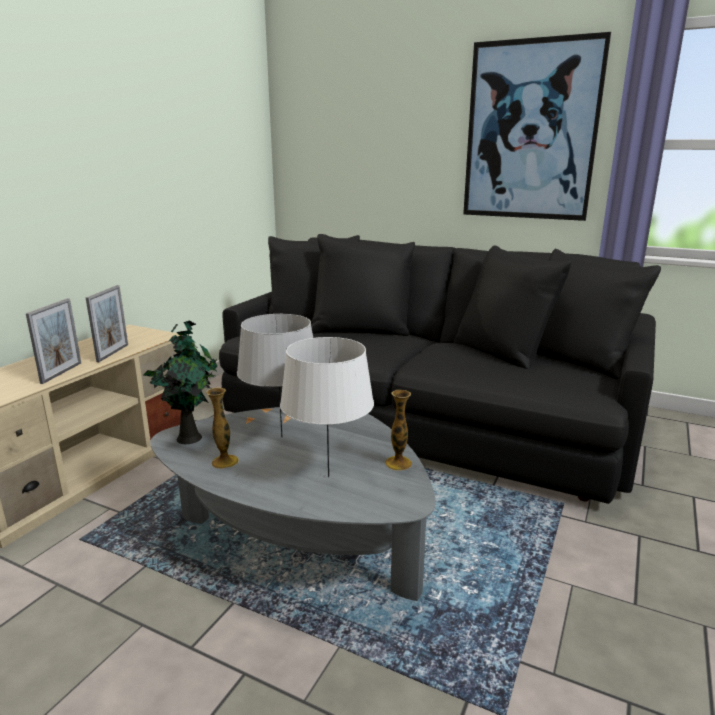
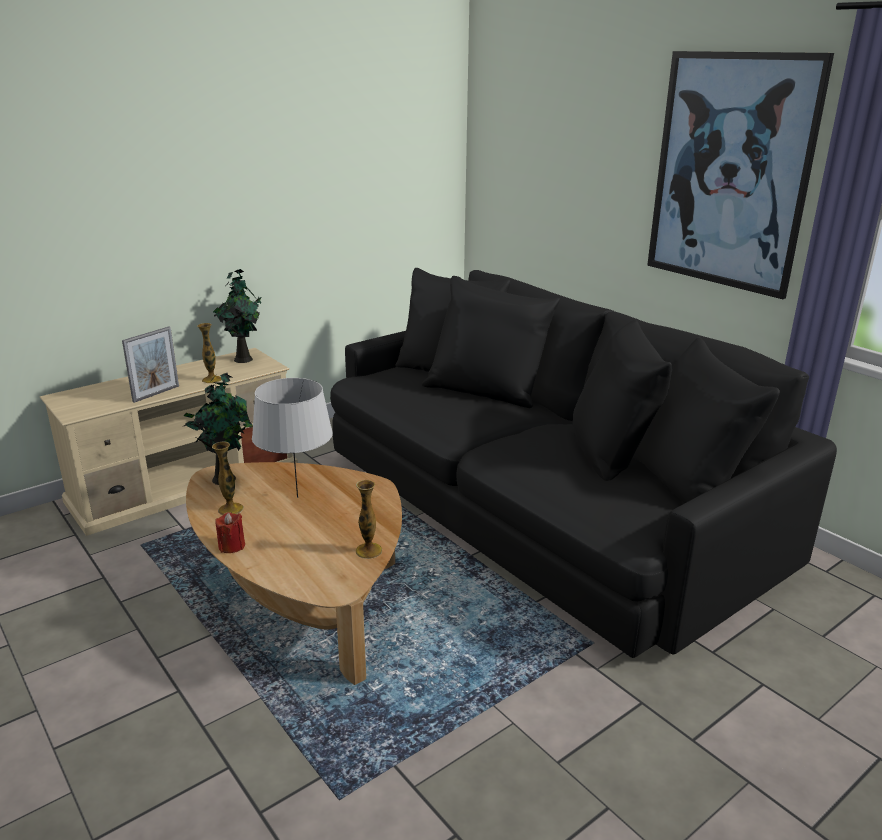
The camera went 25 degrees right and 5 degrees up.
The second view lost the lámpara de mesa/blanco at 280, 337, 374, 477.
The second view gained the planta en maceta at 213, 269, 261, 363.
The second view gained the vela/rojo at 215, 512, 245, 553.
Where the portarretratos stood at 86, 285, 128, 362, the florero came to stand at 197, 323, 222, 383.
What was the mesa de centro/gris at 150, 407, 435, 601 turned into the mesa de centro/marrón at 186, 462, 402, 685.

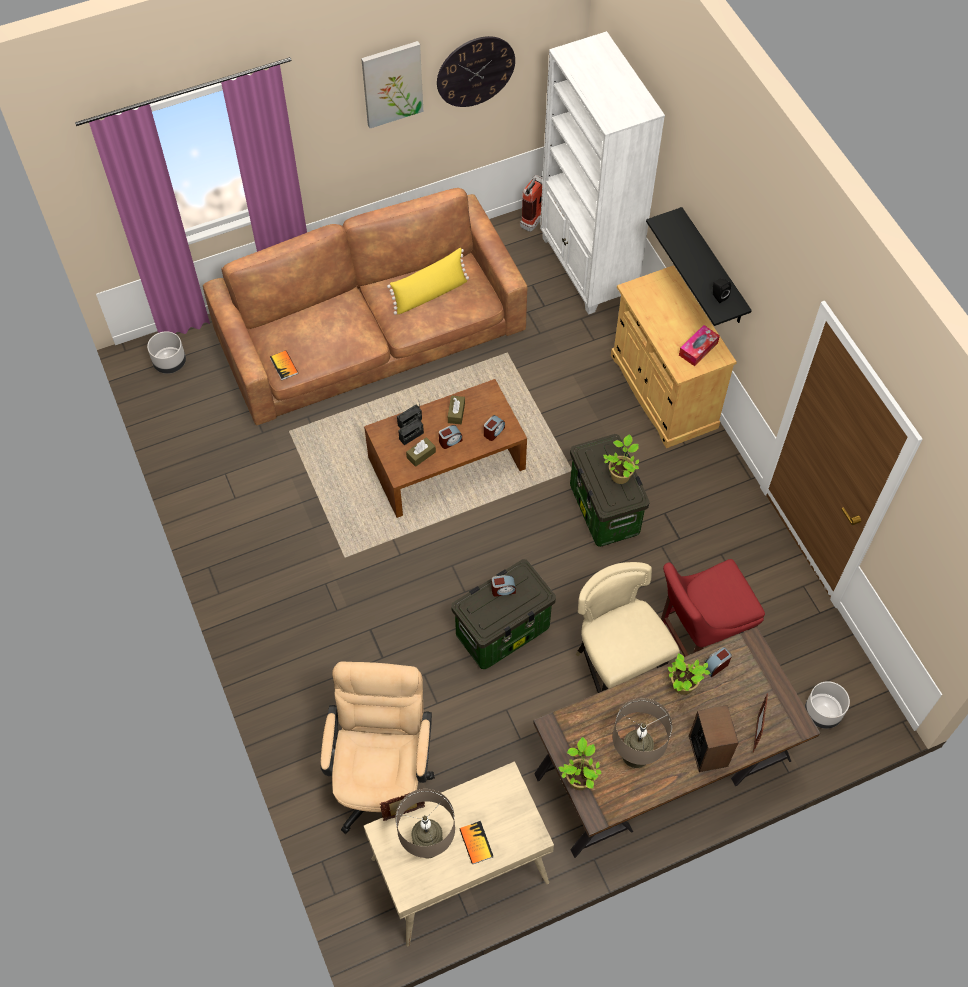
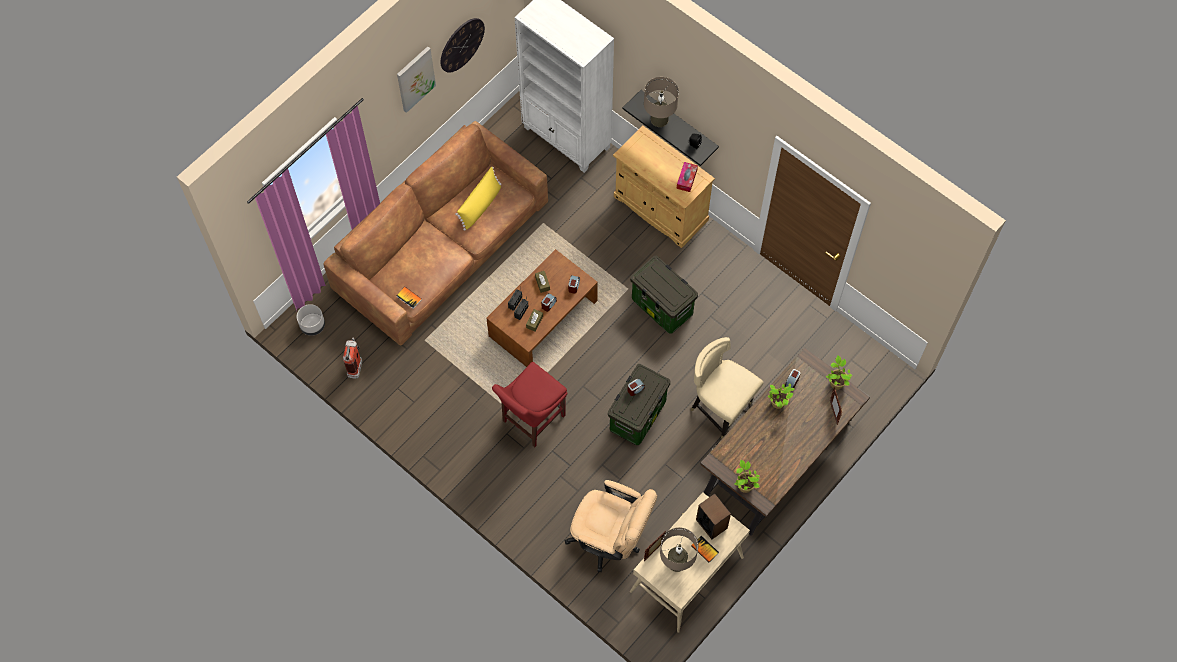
The camera went 25 degrees left and 5 degrees up.
The second view lost the maceta/gris at 805, 681, 850, 729.
The extintor ended up elsewhere, having gone from 520, 175, 543, 232 to 343, 337, 362, 379.
The planta en maceta ended up elsewhere, having gone from 603, 434, 639, 484 to 826, 356, 852, 390.
The lámpara de mesa/beis ended up elsewhere, having gone from 613, 698, 672, 768 to 644, 77, 679, 127.
The silla/rojo ended up elsewhere, having gone from 661, 559, 765, 657 to 492, 362, 567, 448.
The altavoz ended up elsewhere, having gone from 689, 705, 739, 772 to 696, 494, 731, 539.
The silla de oficina/beis at 321, 662, 435, 835 ended up facing another way, 135 degrees clockwise from before.

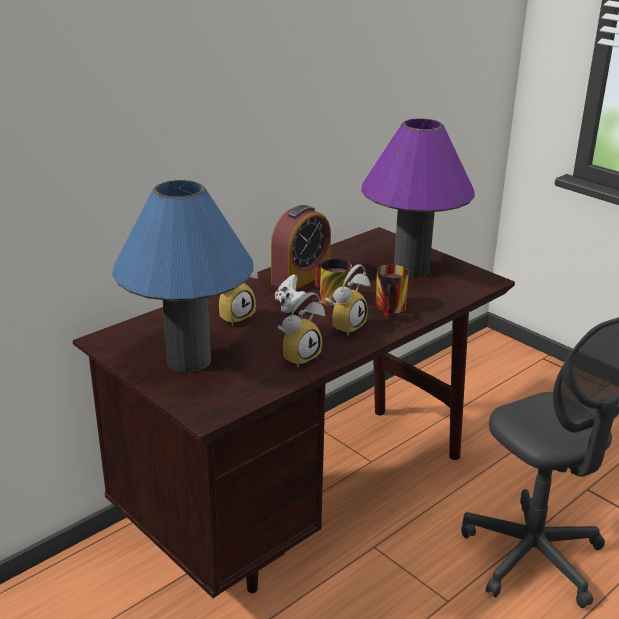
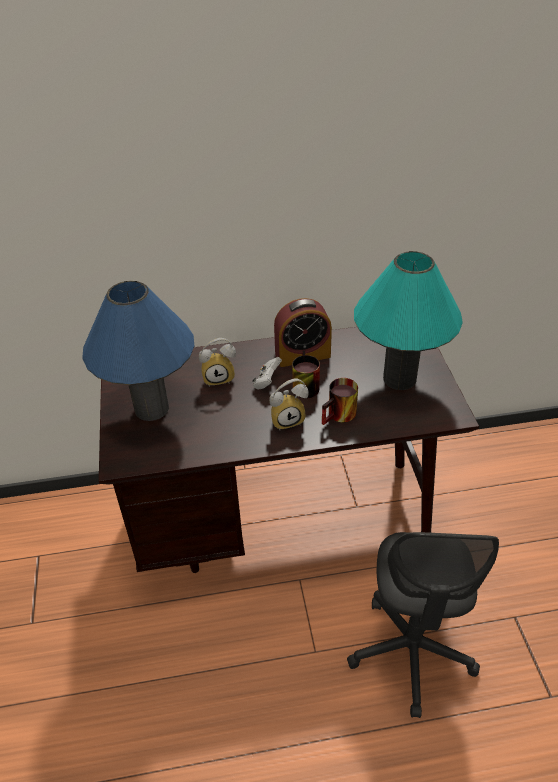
The camera went 35 degrees right and 15 degrees up.
The second view lost the despertador at 278, 292, 325, 368.
What was the lámpara de mesa/morado at 361, 118, 475, 278 turned into the lámpara de mesa/turquesa at 354, 251, 463, 390.

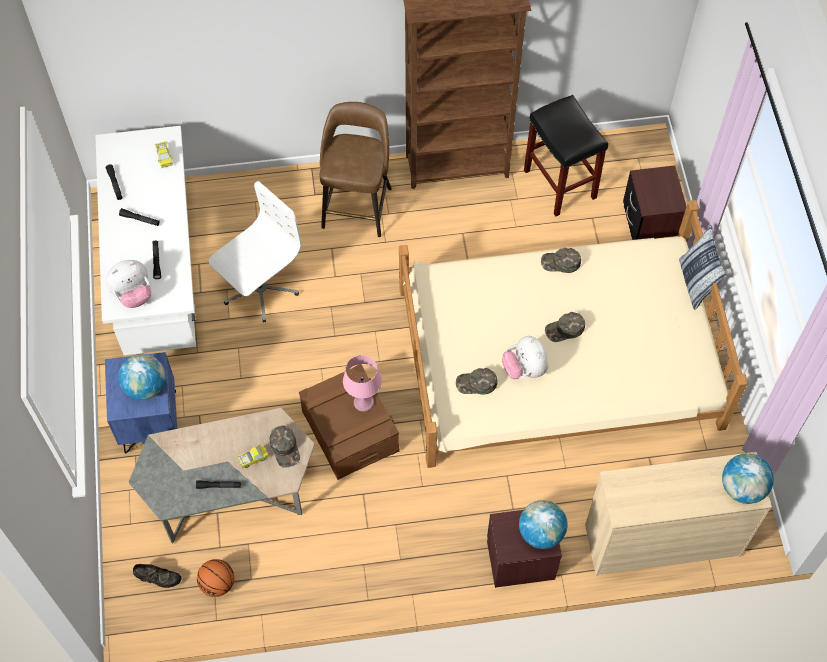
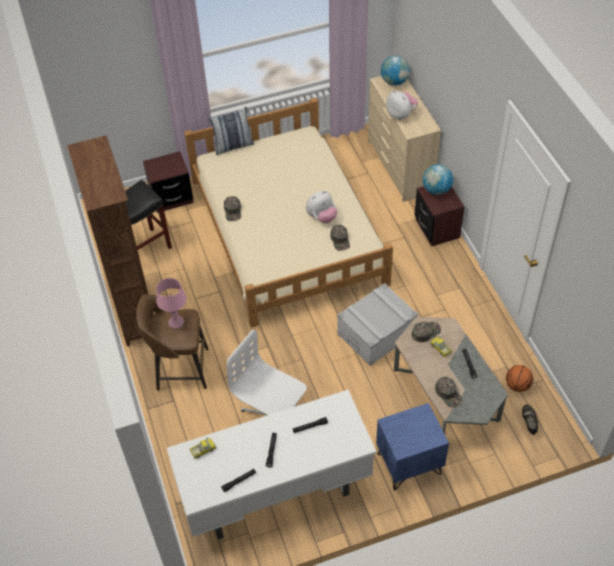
The camera went 100 degrees left and 10 degrees down.
The second view lost the globo terráqueo at 118, 354, 166, 400.
The peluche ended up elsewhere, having gone from 105, 260, 151, 308 to 386, 90, 418, 120.
The lámpara de mesa/rosa ended up elsewhere, having gone from 343, 355, 382, 412 to 156, 278, 186, 329.
The gorra/verde ended up elsewhere, having gone from 545, 312, 585, 342 to 435, 377, 463, 407.
What was the caja de almacenaje/marrón at 299, 364, 400, 480 turned into the caja de almacenaje/gris at 337, 283, 418, 366.

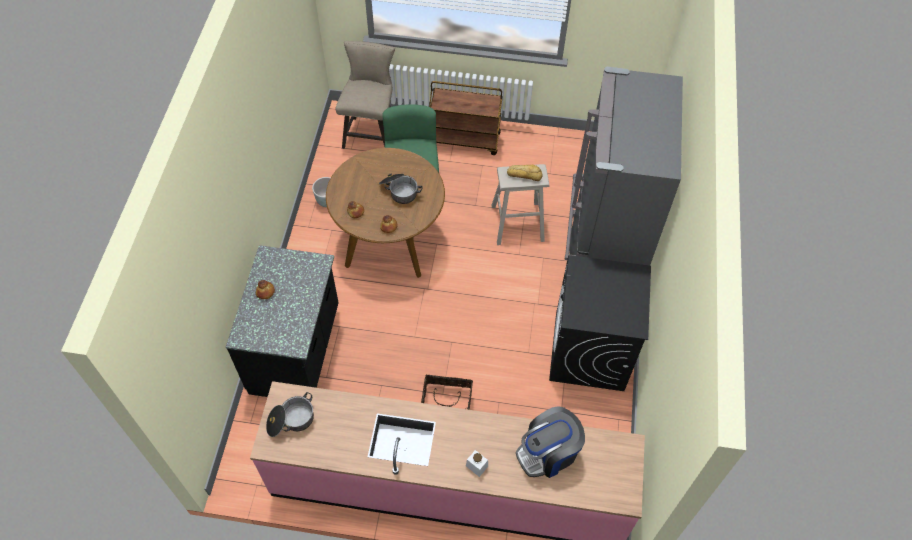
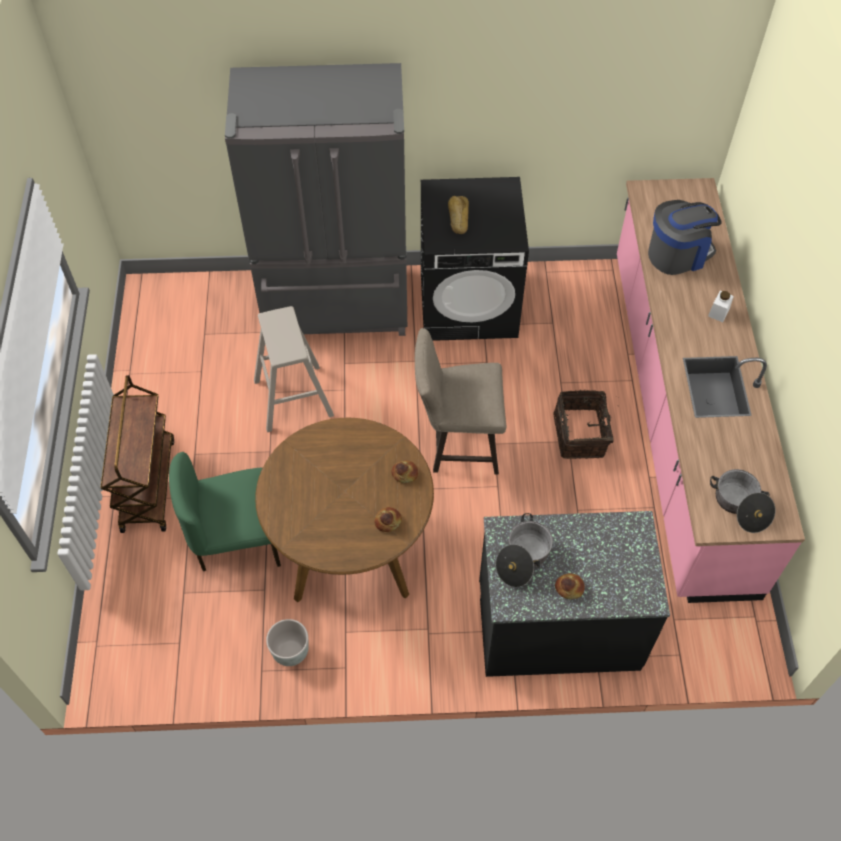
The camera went 100 degrees left and 0 degrees up.
The taburete/beis ended up elsewhere, having gone from 336, 41, 395, 149 to 415, 328, 506, 475.
The olla ended up elsewhere, having gone from 379, 174, 423, 204 to 496, 513, 553, 587.
The pan ended up elsewhere, having gone from 507, 165, 543, 181 to 448, 196, 469, 234.
The cafetera at 516, 406, 585, 478 ended up facing another way, 75 degrees counterclockwise from before.

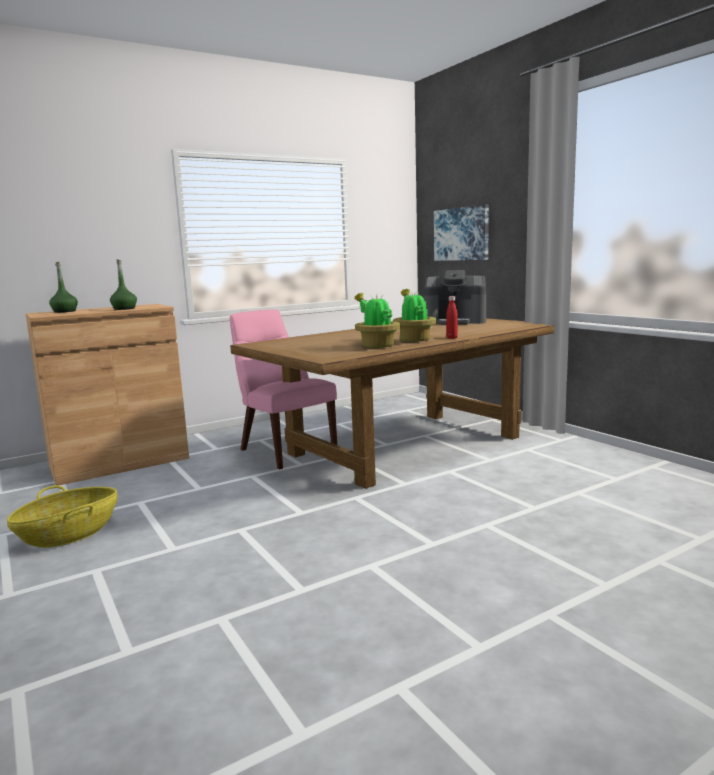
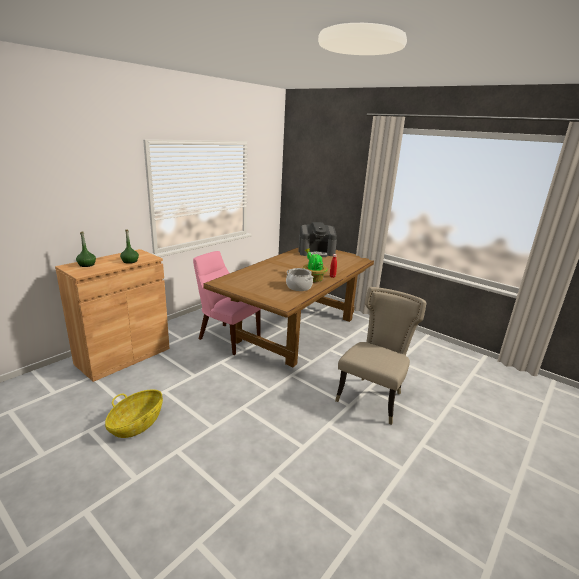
The camera went 20 degrees left and 10 degrees up.
The second view lost the cuadro at 434, 205, 489, 261.
The second view gained the silla/beis at 335, 287, 426, 425.
Where the planta en maceta stood at 354, 292, 401, 348, the olla came to stand at 286, 268, 314, 291.

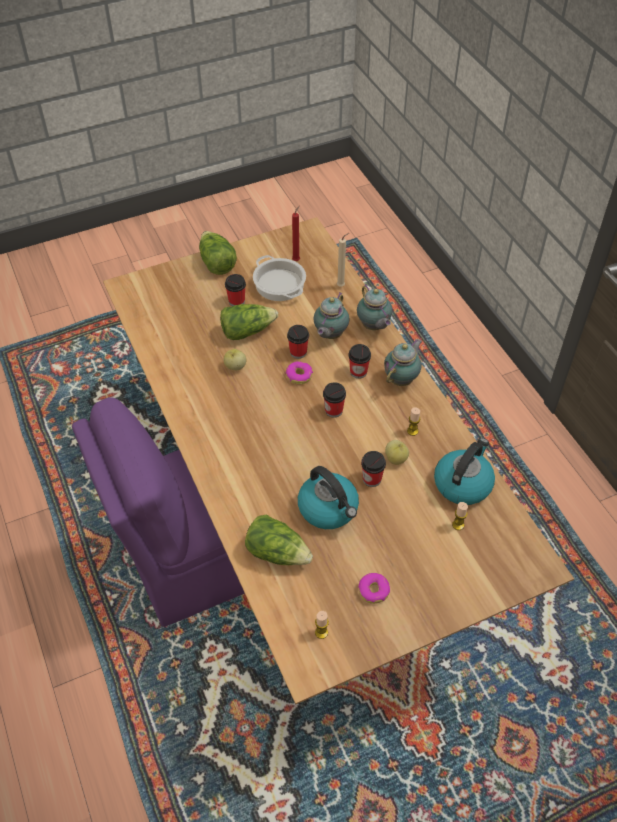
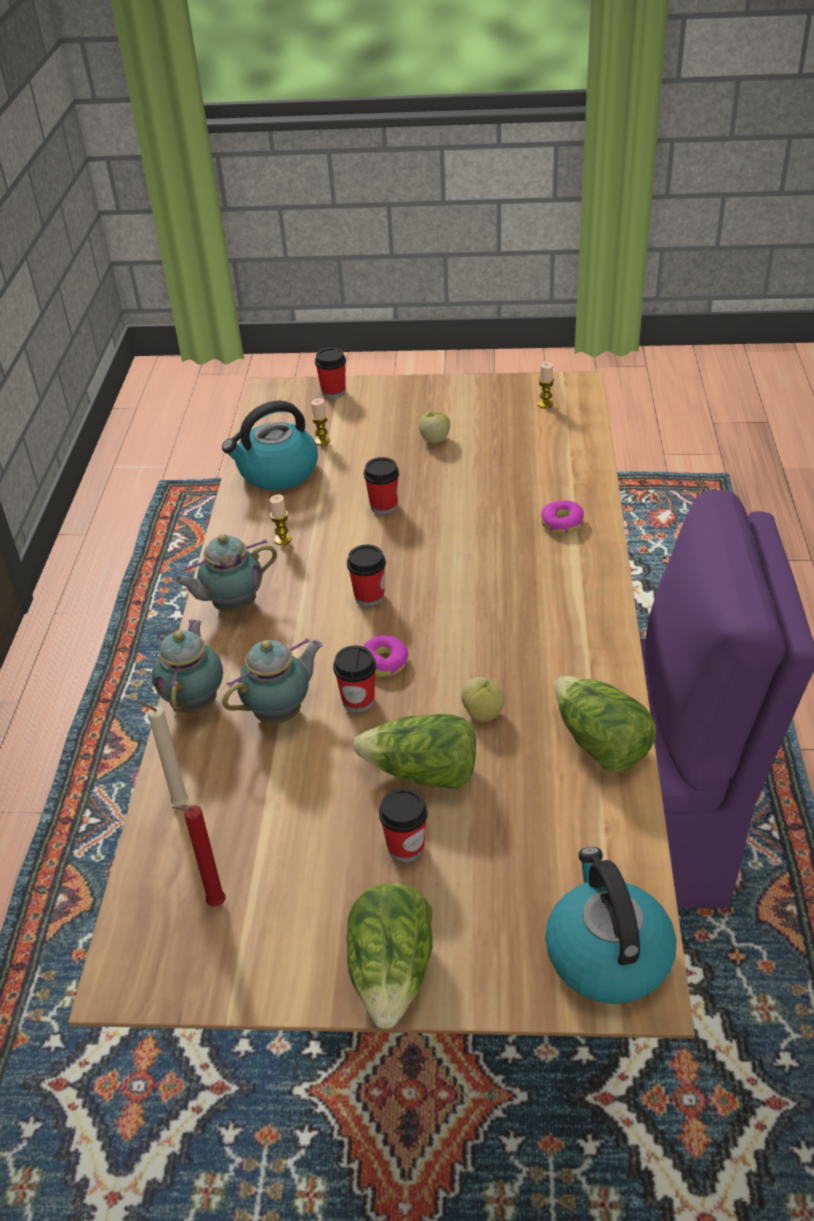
The camera went 150 degrees left and 10 degrees down.
The second view lost the olla at 253, 255, 306, 301.
The lechuga ended up elsewhere, having gone from 245, 515, 313, 565 to 554, 676, 657, 772.
The hervidor ended up elsewhere, having gone from 298, 466, 359, 529 to 545, 847, 676, 1004.
The taza ended up elsewhere, having gone from 349, 344, 371, 379 to 315, 347, 346, 399.
The rosquilla ended up elsewhere, having gone from 358, 573, 390, 604 to 541, 500, 584, 534.
The manzana ended up elsewhere, having gone from 385, 440, 409, 465 to 419, 410, 450, 444.

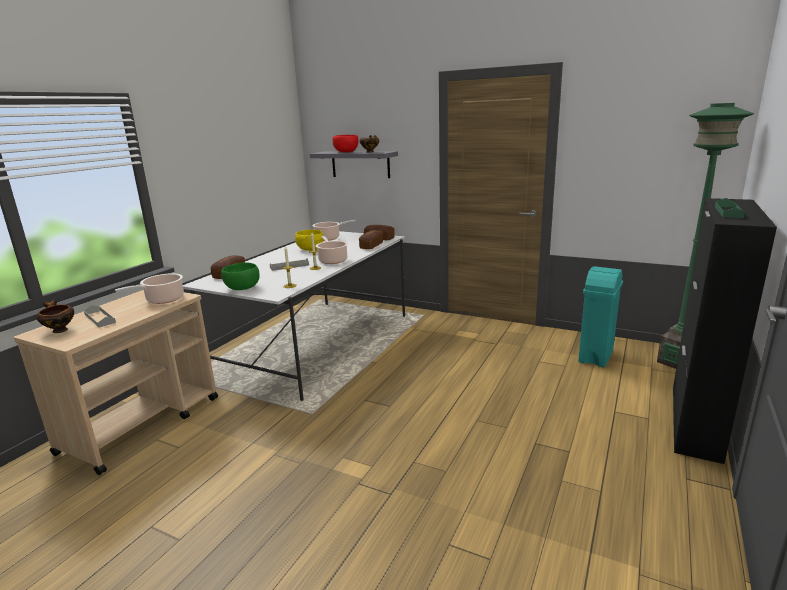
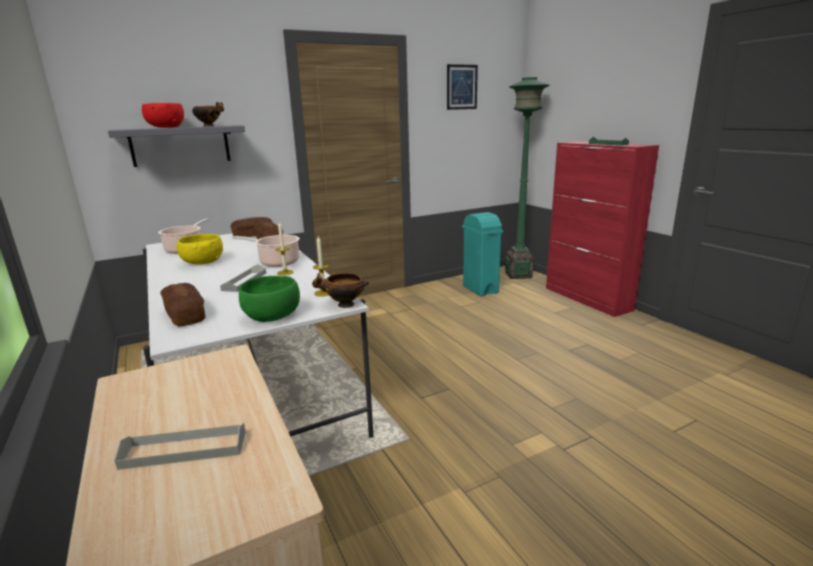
The camera went 55 degrees left and 0 degrees up.
The second view lost the olla at 115, 273, 184, 304.
The second view gained the cuadro at 447, 64, 478, 110.
The cuenco ended up elsewhere, having gone from 37, 300, 74, 333 to 312, 273, 369, 308.
What was the armario/negro at 673, 198, 777, 464 turned into the armario/rojo at 546, 141, 659, 317.

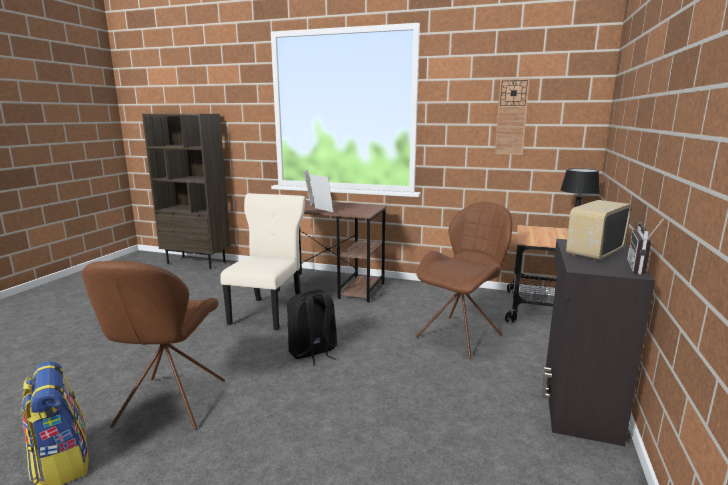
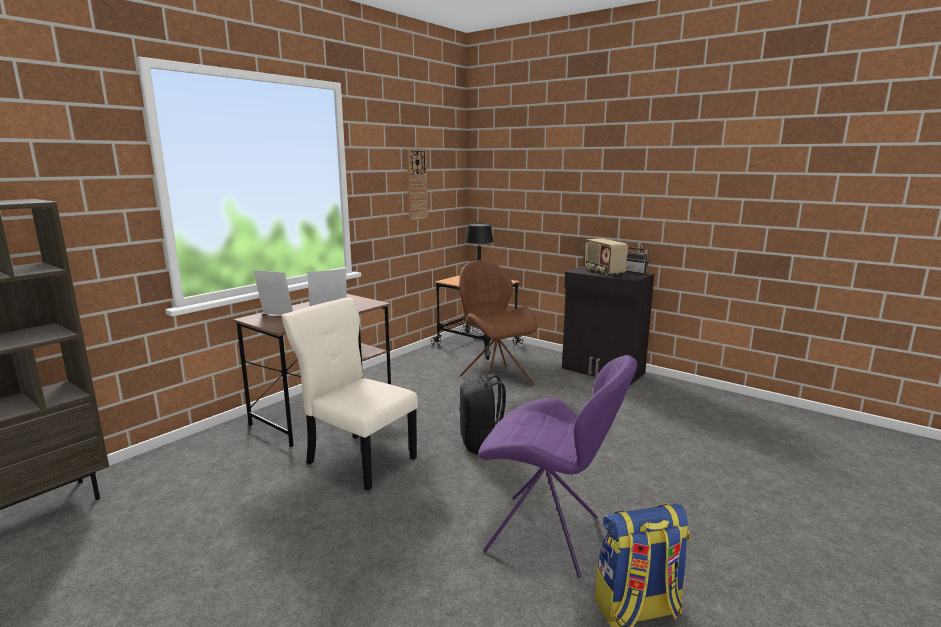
The camera went 70 degrees left and 0 degrees up.
What was the silla/marrón at 82, 261, 225, 430 turned into the silla/morado at 478, 355, 637, 578.

